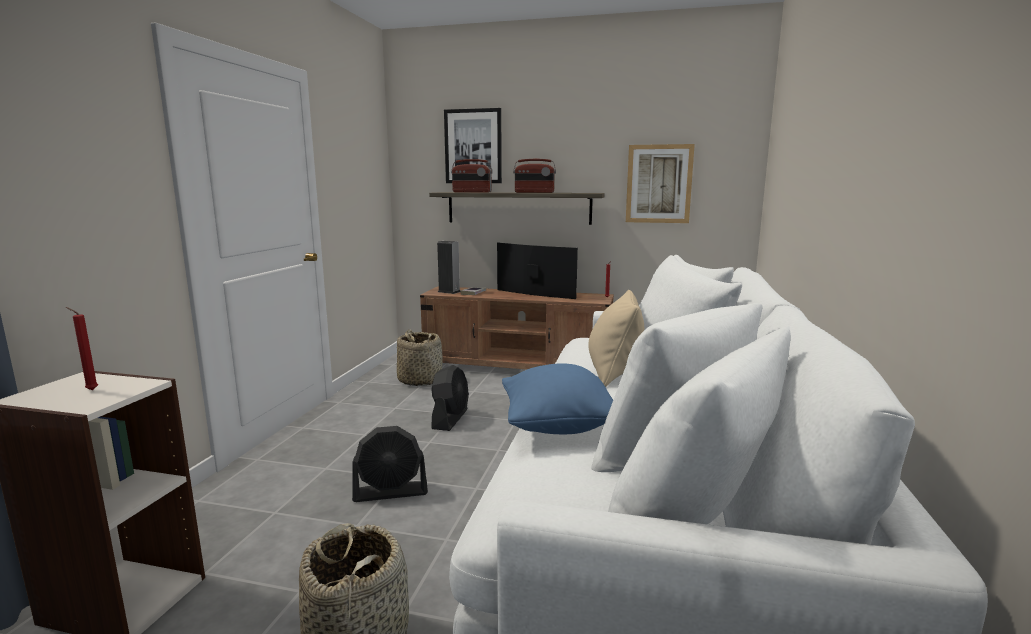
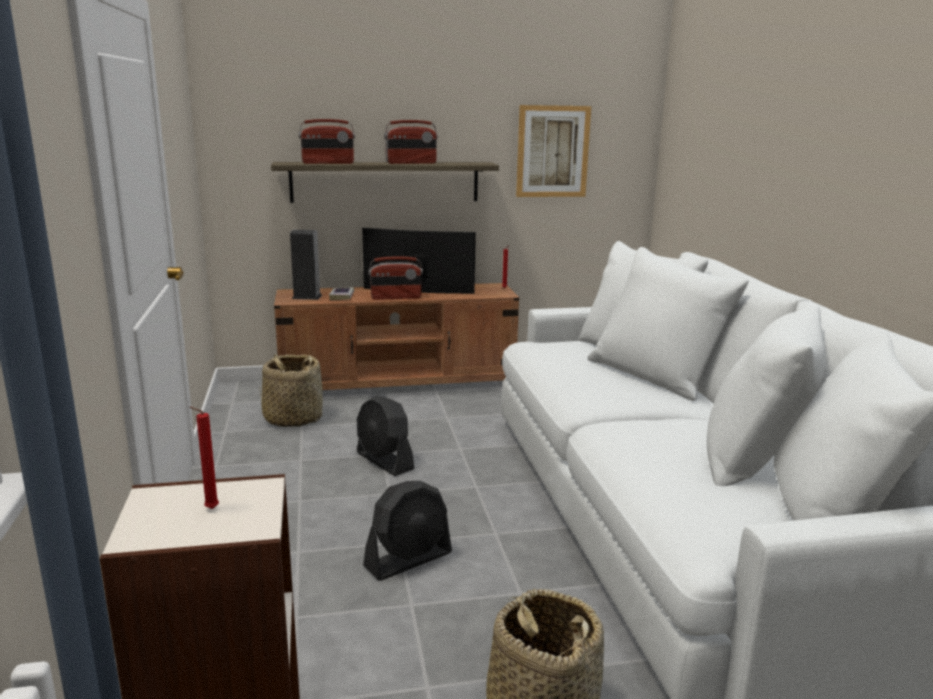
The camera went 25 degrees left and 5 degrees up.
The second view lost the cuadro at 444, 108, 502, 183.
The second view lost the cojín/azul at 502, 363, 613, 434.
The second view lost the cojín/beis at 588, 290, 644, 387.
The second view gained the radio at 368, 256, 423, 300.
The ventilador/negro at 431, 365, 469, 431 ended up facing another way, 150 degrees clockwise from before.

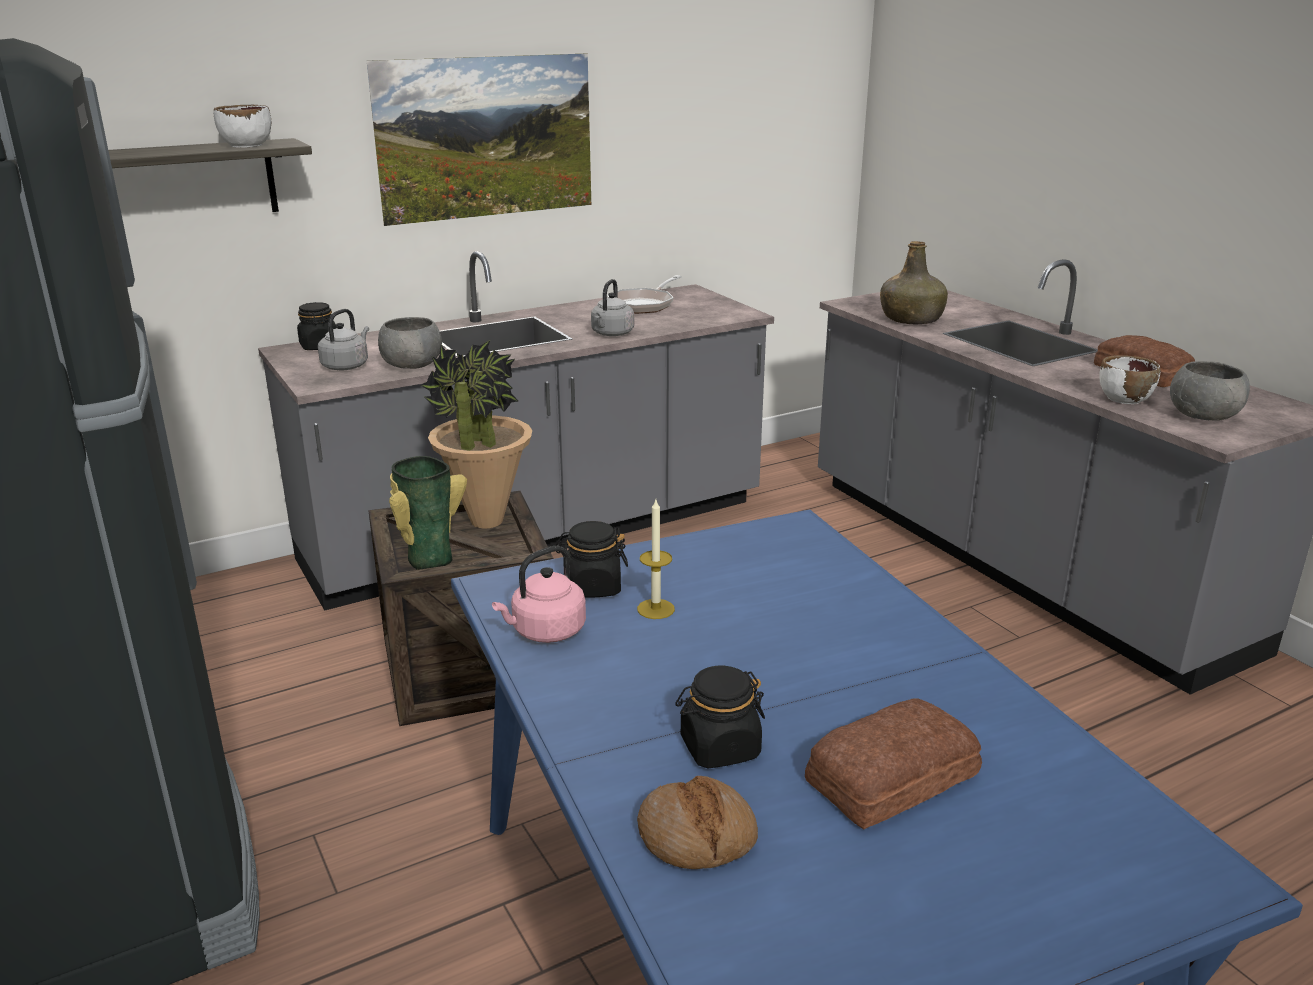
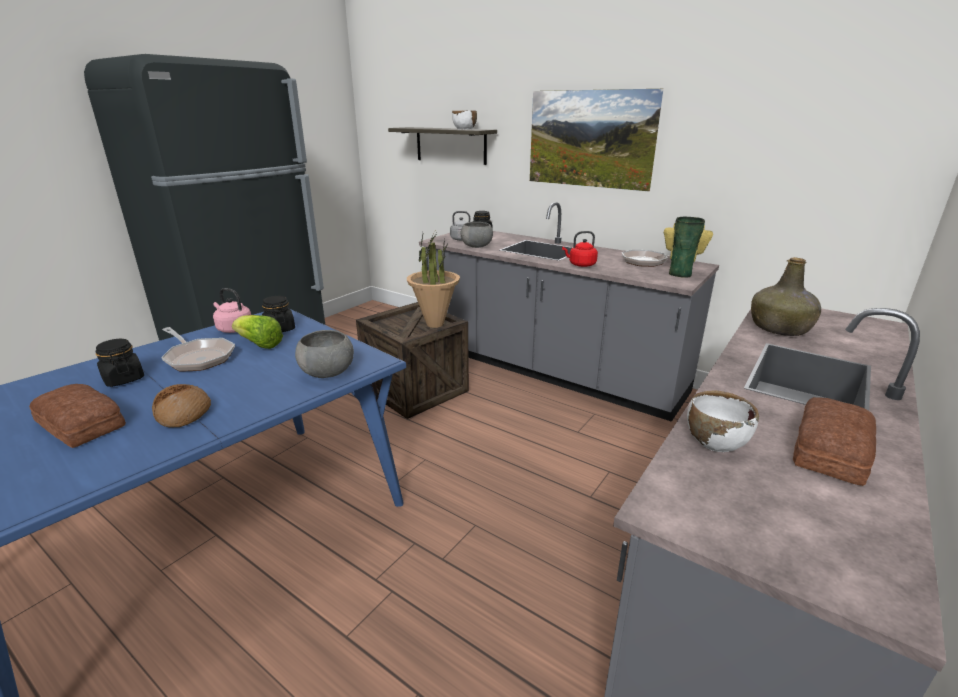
The camera went 65 degrees right and 0 degrees up.
The second view gained the sartén at 161, 327, 235, 372.
The florero ended up elsewhere, having gone from 389, 456, 467, 570 to 664, 217, 713, 278.
The pan ended up elsewhere, having gone from 637, 776, 758, 869 to 152, 384, 211, 427.
The cuenco/gris ended up elsewhere, having gone from 1170, 361, 1250, 421 to 295, 330, 354, 378.
Where the vela stood at 637, 500, 675, 619, the lechuga came to stand at 232, 315, 283, 349.
What was the hervidor/gris at 591, 279, 634, 336 turned into the hervidor/rojo at 562, 231, 598, 267.

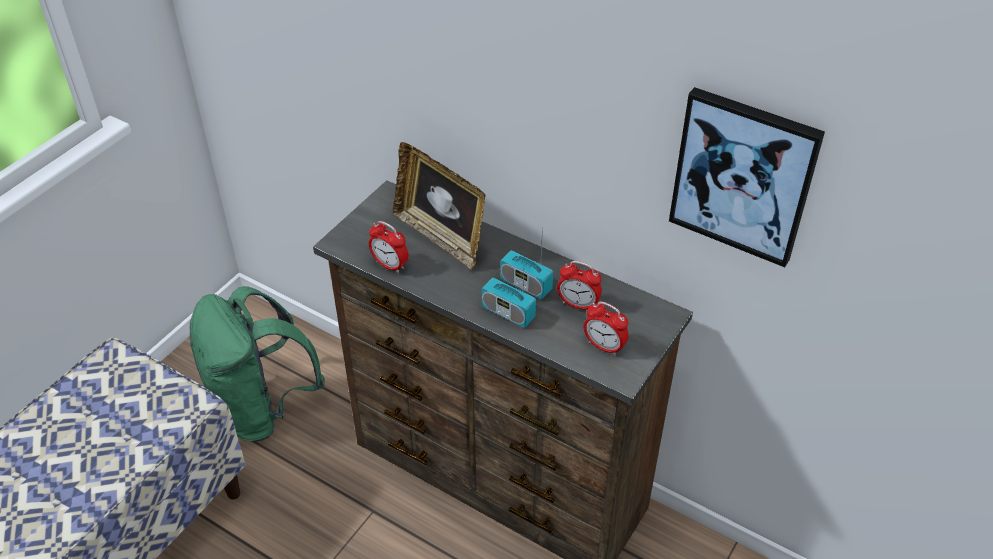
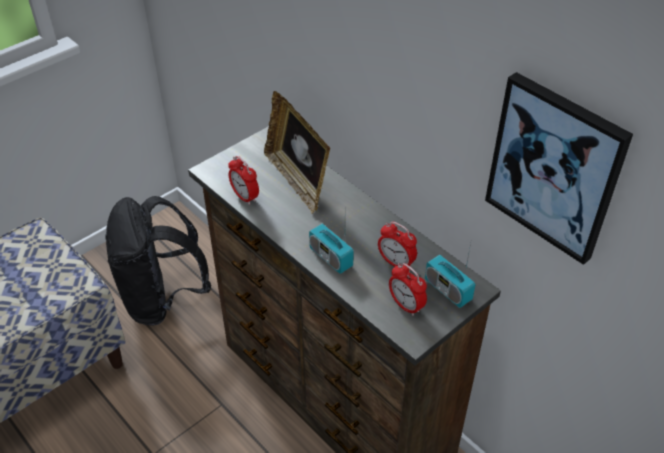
The camera went 15 degrees right and 0 degrees up.
The radio ended up elsewhere, having gone from 500, 226, 553, 299 to 425, 239, 475, 308.
What was the mochila/verde at 190, 287, 325, 441 turned into the mochila/negro at 105, 196, 211, 325.

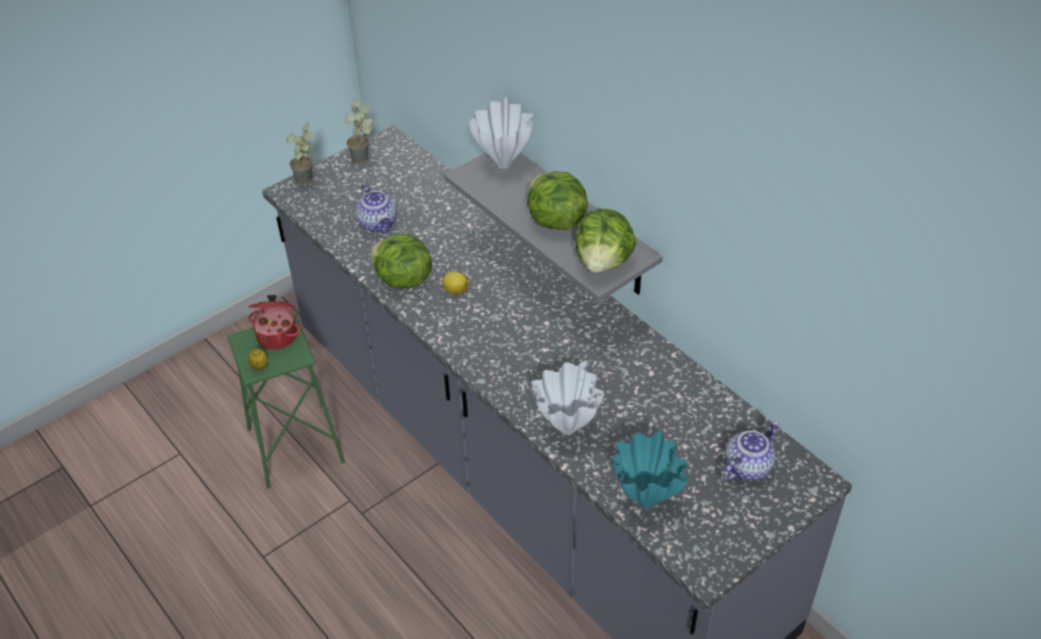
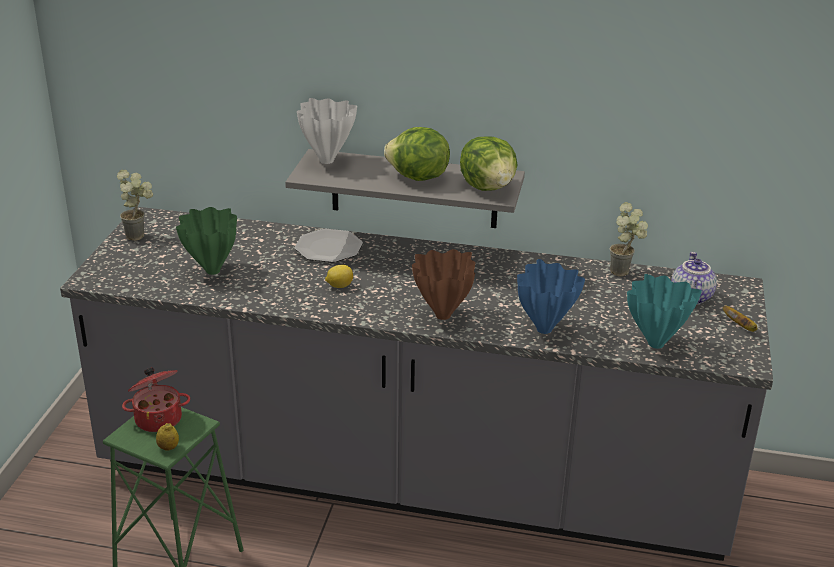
The camera went 40 degrees left and 15 degrees down.
The second view lost the lechuga at 371, 234, 432, 289.
The second view gained the plato at 295, 229, 363, 263.
The second view gained the florero/marrón at 412, 249, 476, 320.
The second view gained the plátano at 723, 306, 757, 332.
The planta en maceta ended up elsewhere, having gone from 286, 122, 313, 186 to 610, 202, 648, 276.
Where the tetera stood at 356, 184, 397, 233, the florero/verde came to stand at 176, 207, 237, 275.
What was the florero/blanco at 531, 362, 604, 435 turned into the florero/azul at 517, 259, 585, 334.

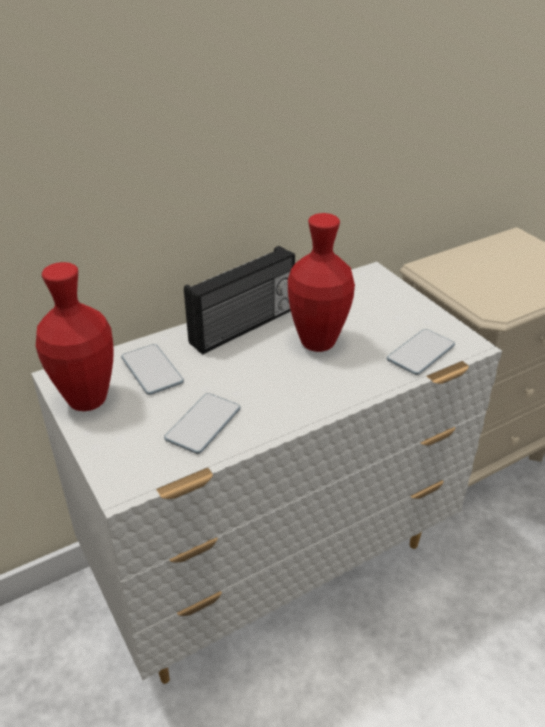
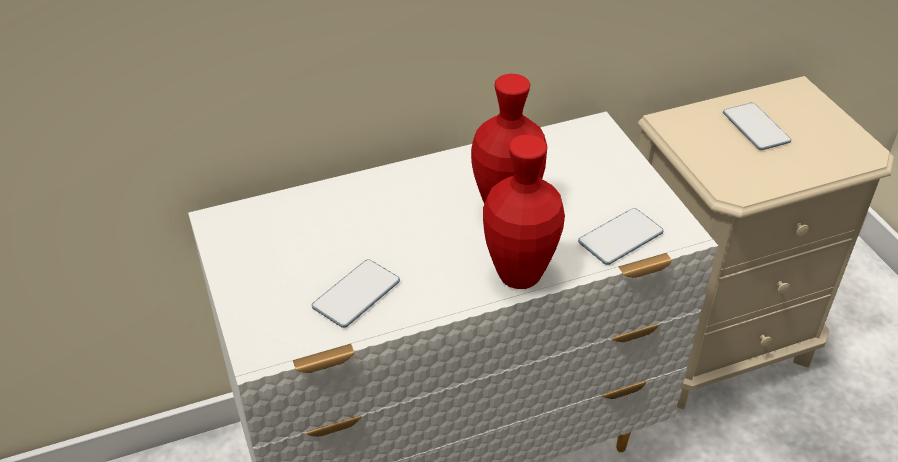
The camera went 10 degrees right and 5 degrees up.
The second view lost the radio at 184, 246, 295, 354.
The florero/rojo ended up elsewhere, having gone from 36, 262, 113, 411 to 483, 135, 565, 289.
The móvil ended up elsewhere, having gone from 121, 344, 184, 395 to 723, 103, 791, 150.

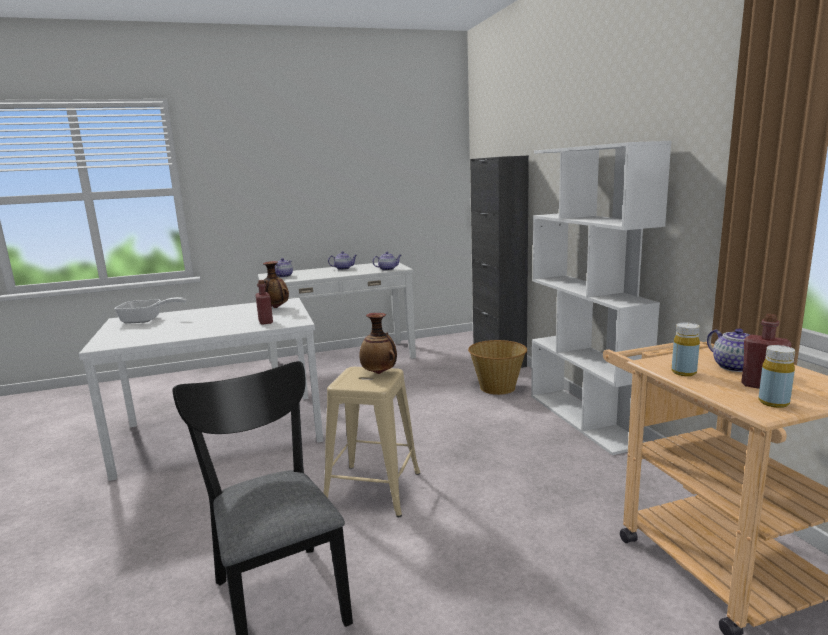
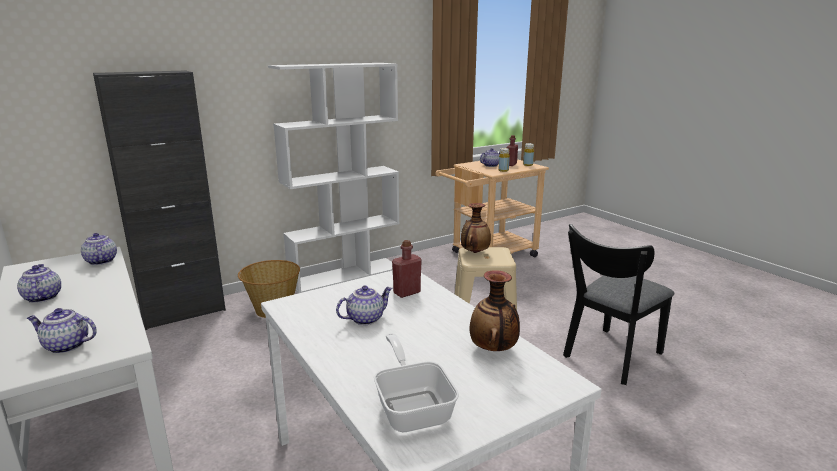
The camera went 105 degrees left and 5 degrees up.
The second view gained the tetera at 336, 286, 392, 325.
The florero ended up elsewhere, having gone from 263, 261, 289, 308 to 470, 270, 520, 351.

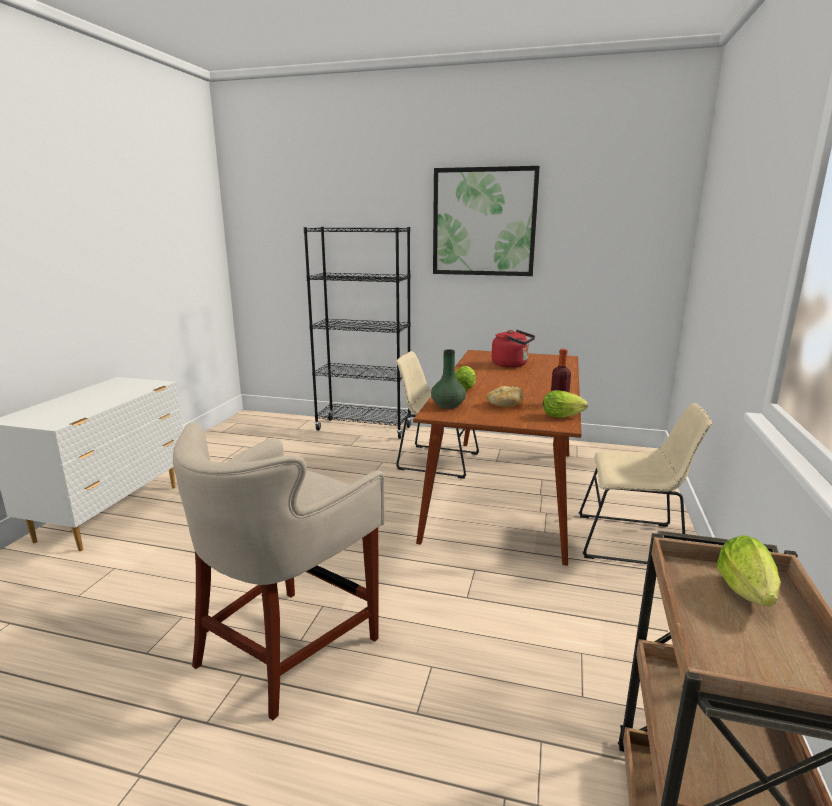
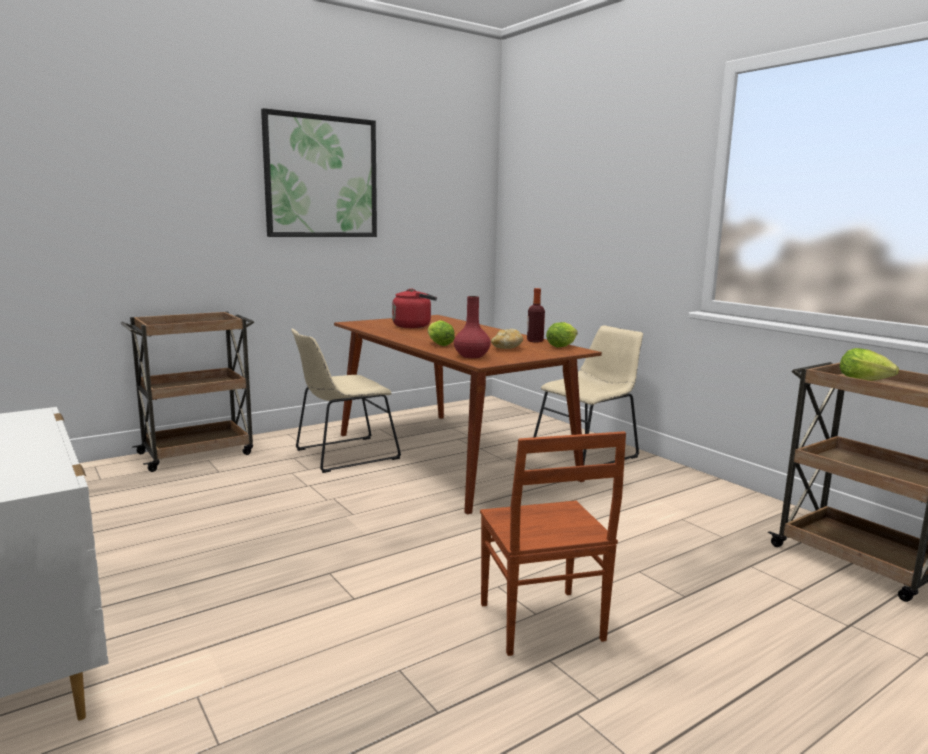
The camera went 50 degrees left and 5 degrees down.
Where the taburete/beis stood at 173, 423, 385, 720, the silla/marrón came to stand at 480, 431, 626, 656.
Where the estantería/negro stood at 304, 227, 412, 439, the carrito/marrón came to stand at 120, 312, 254, 472.
What was the florero/verde at 431, 350, 466, 409 turned into the florero/rojo at 454, 296, 491, 358.

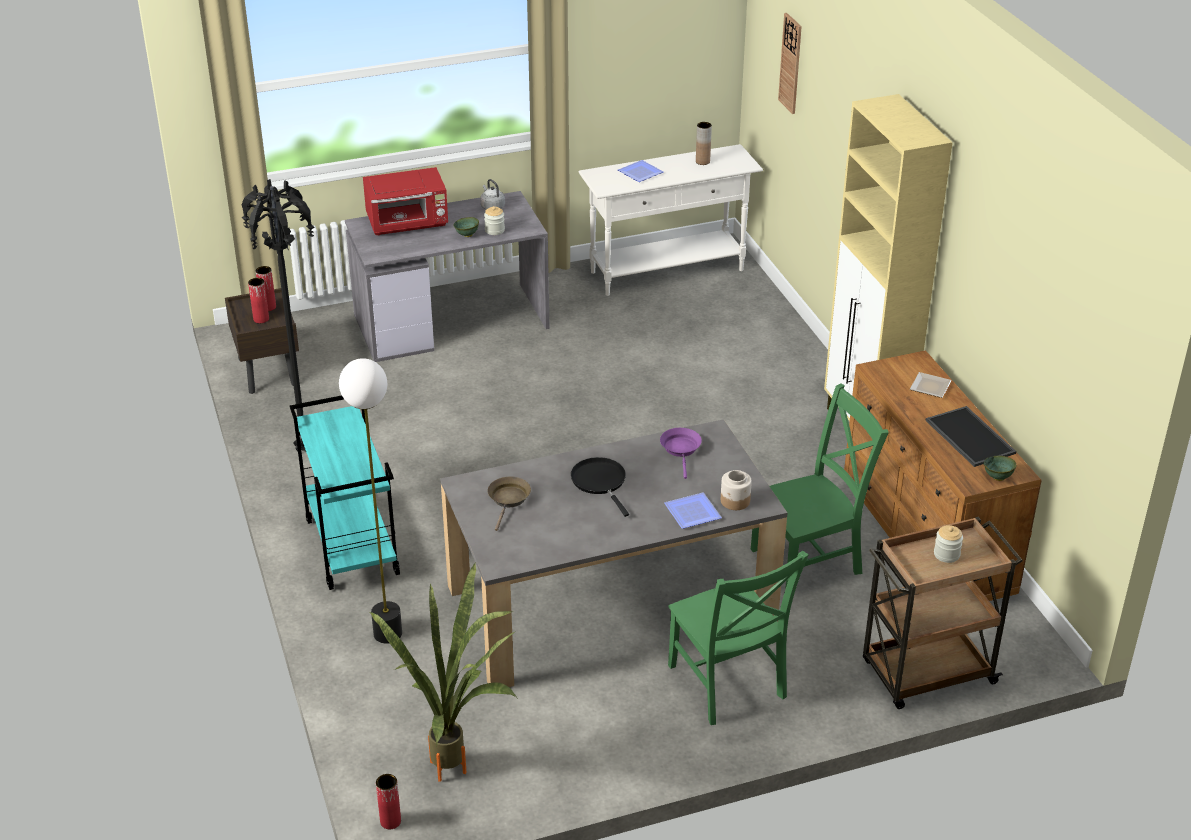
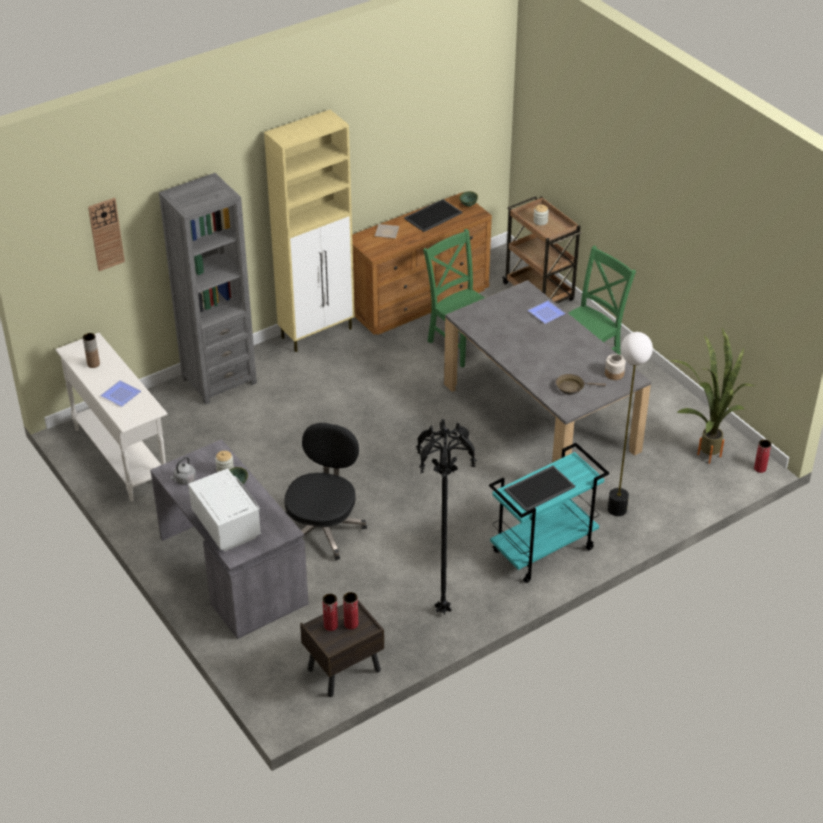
The camera went 105 degrees left and 5 degrees up.
The second view lost the sartén/negro at 571, 457, 629, 517.
The second view lost the sartén/morado at 660, 428, 702, 479.
The second view gained the estantería/gris at 159, 173, 257, 405.
The second view gained the silla de oficina/negro at 284, 423, 367, 560.
The second view gained the bandeja at 504, 466, 575, 512.
The tarro ended up elsewhere, having gone from 721, 470, 752, 510 to 605, 354, 626, 380.
What was the microondas/rojo at 363, 167, 448, 235 turned into the microondas/blanco at 188, 469, 261, 551.

